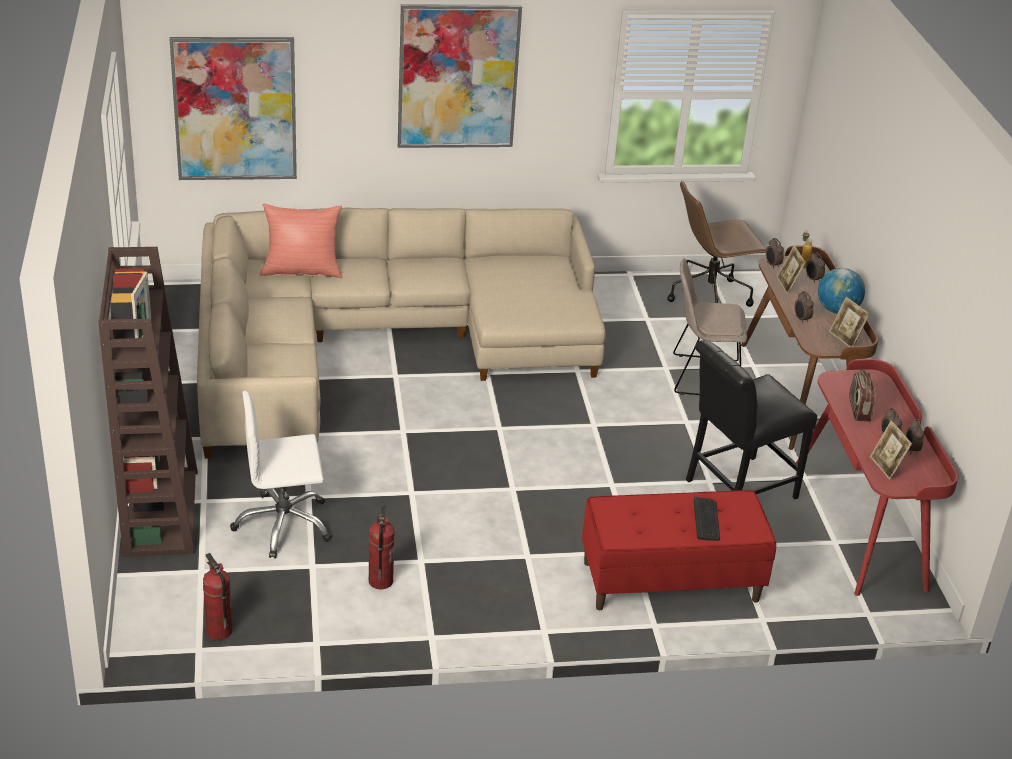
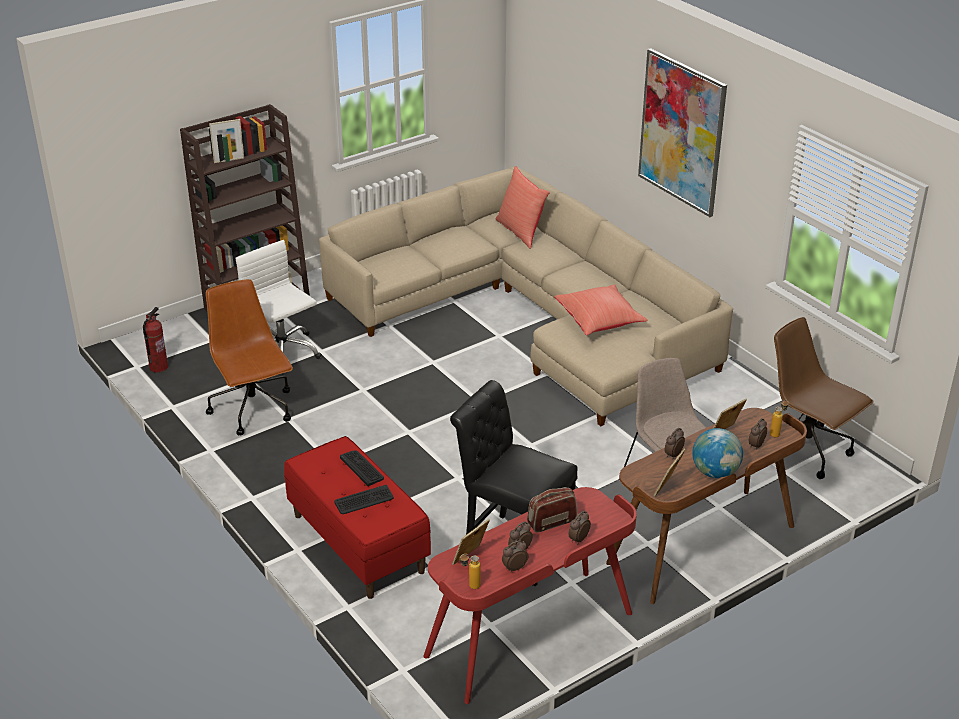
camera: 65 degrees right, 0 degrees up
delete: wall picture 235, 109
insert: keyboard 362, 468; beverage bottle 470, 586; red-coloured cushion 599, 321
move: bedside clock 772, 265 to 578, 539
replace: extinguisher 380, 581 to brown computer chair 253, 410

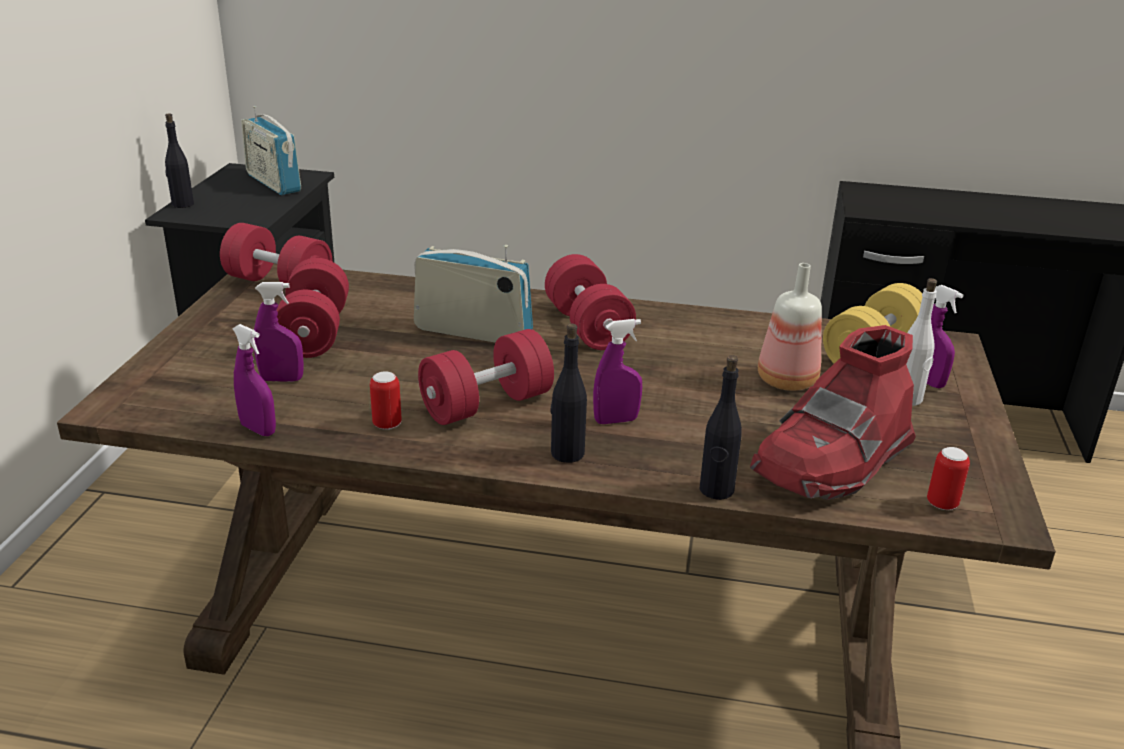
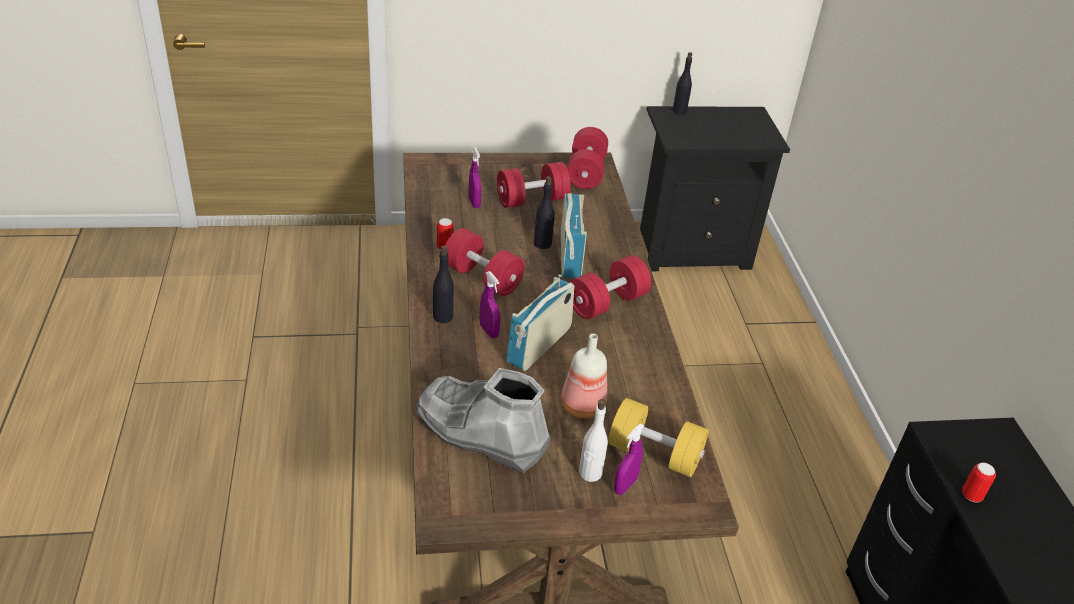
camera: 70 degrees right, 10 degrees up
delete: purple-coloured sprayer 258, 429
move: radio set 273, 183 to 539, 345; blackish beverage bottle 716, 490 to 542, 244; can 942, 504 to 971, 495
recolor: red-coloured high-top boot 833, 462 to gray high-top boot 481, 433

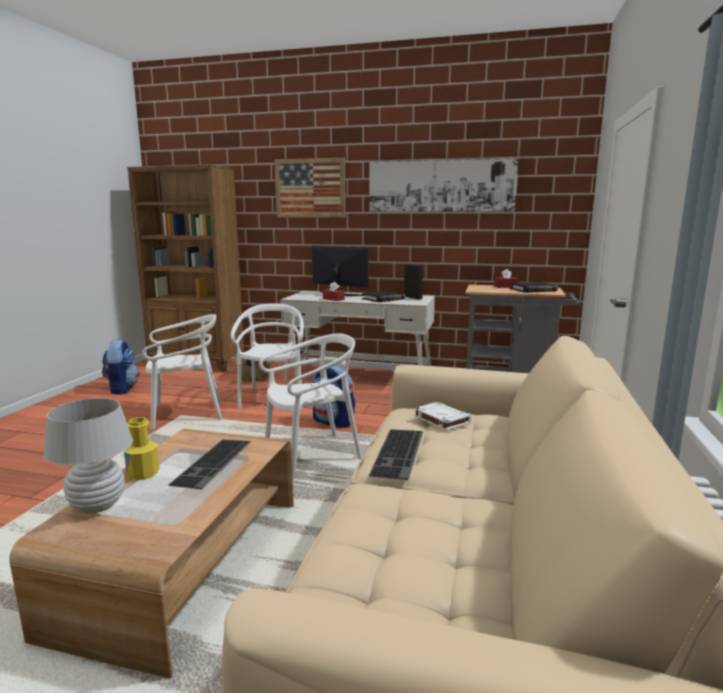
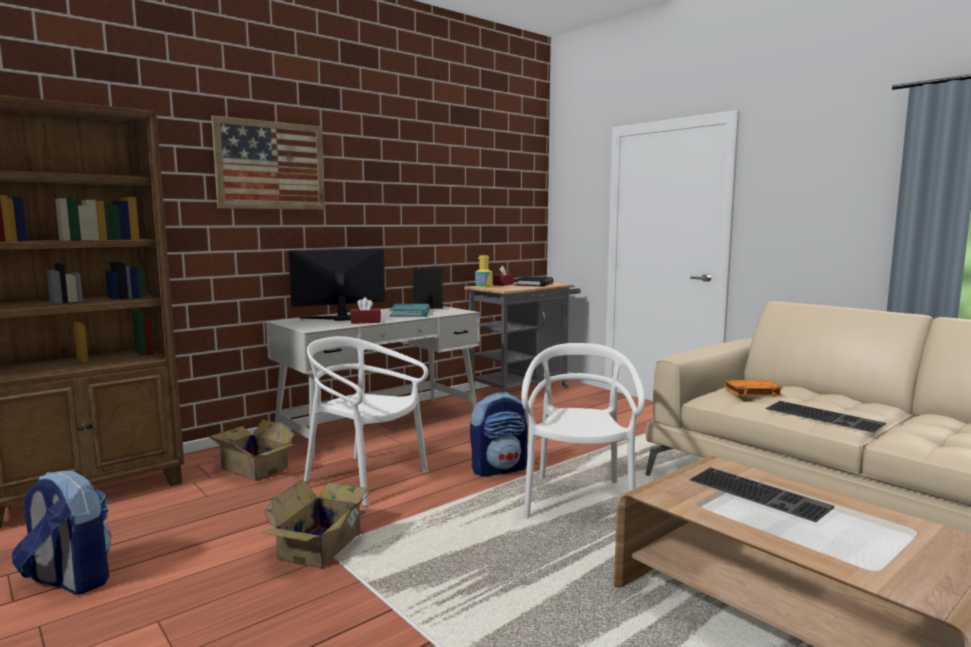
camera: 55 degrees left, 5 degrees down
delete: white-coloured tabletop lamp 97, 506; wall picture 440, 186
move: yellowish beverage bottle 143, 473 to 483, 286
replace: white-coloured upright chair 186, 414 to cardboard box 323, 544
recolor: blackish book 383, 299 to turquoise book 410, 313; white-coloured book 441, 419 to orange book 752, 392

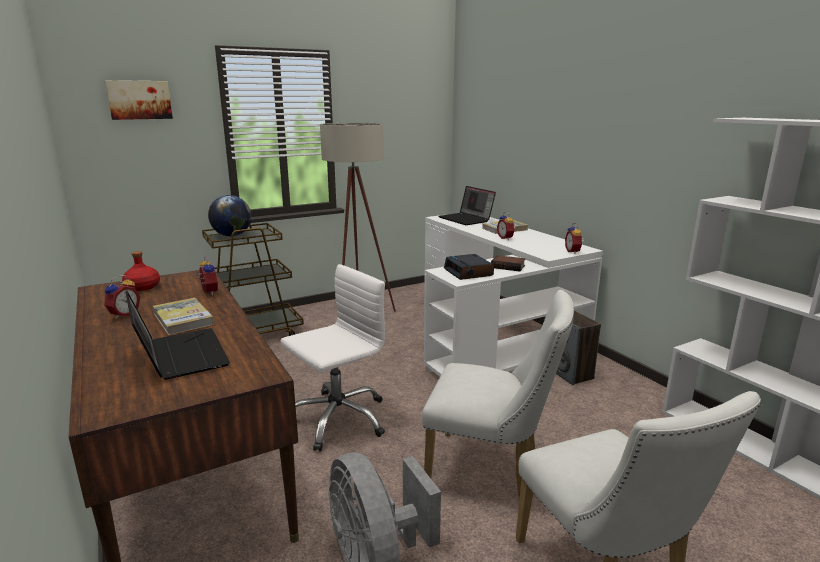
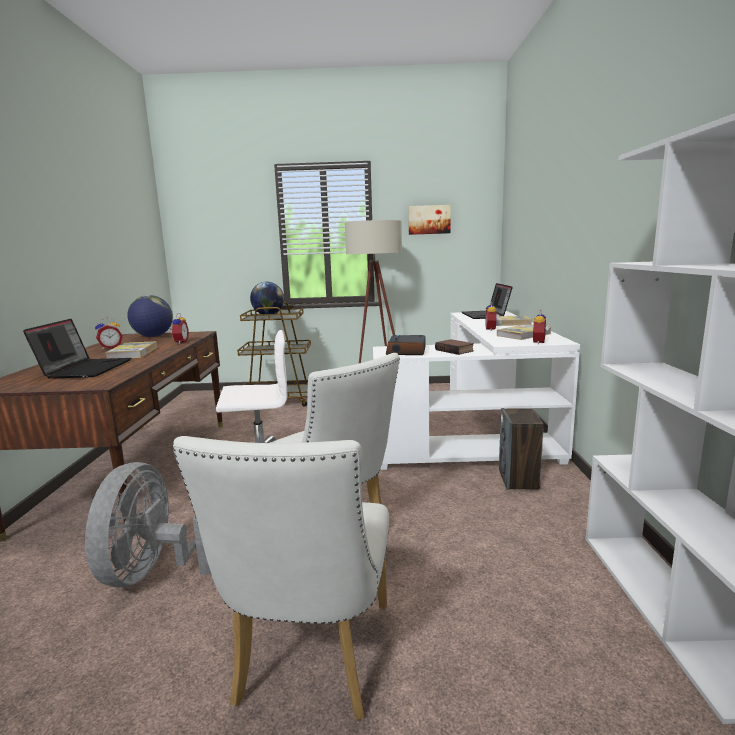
camera: 30 degrees right, 5 degrees down
insert: book 523, 334
move: wall picture 139, 100 to 429, 219
replace: red-coloured beverage bottle 142, 287 to world globe 153, 336

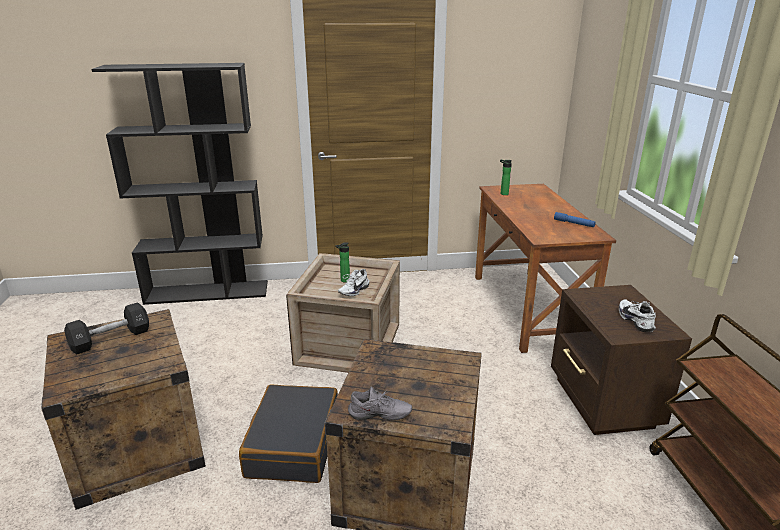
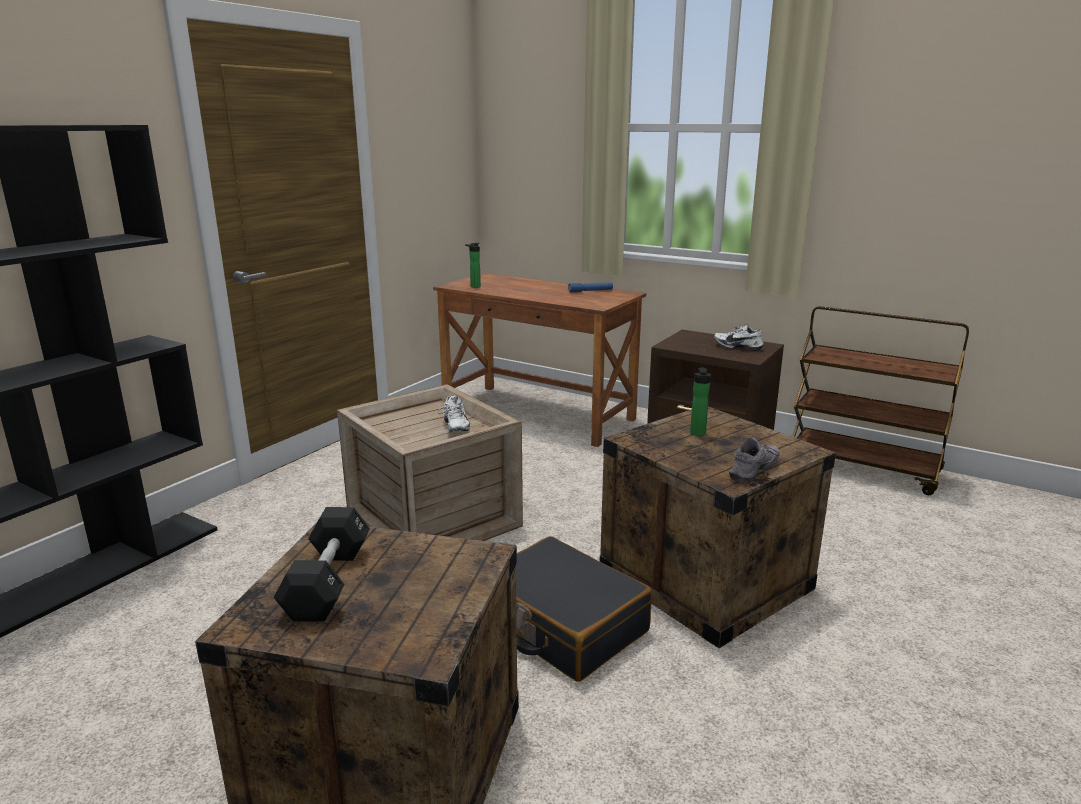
camera: 50 degrees left, 5 degrees down
move: beverage bottle 343, 280 to 698, 434

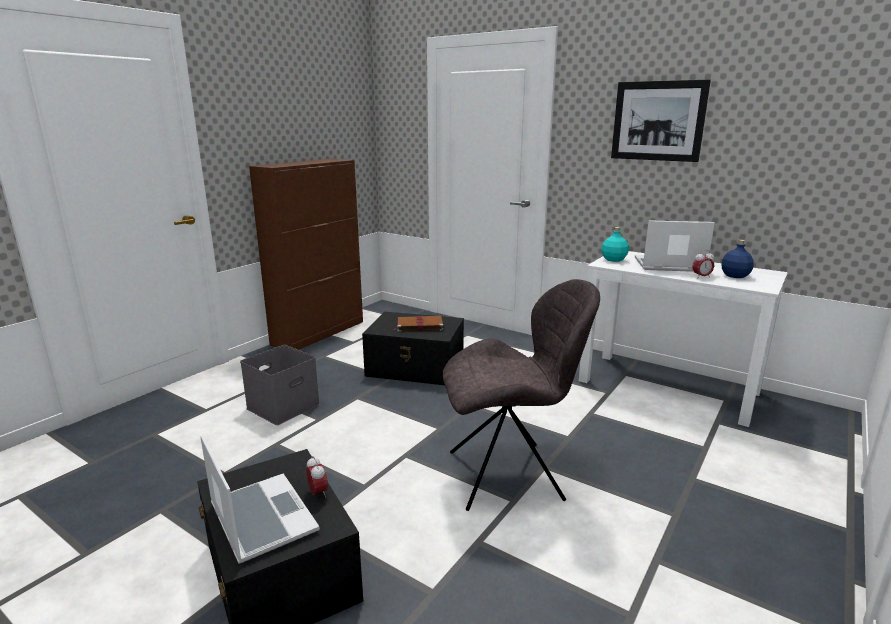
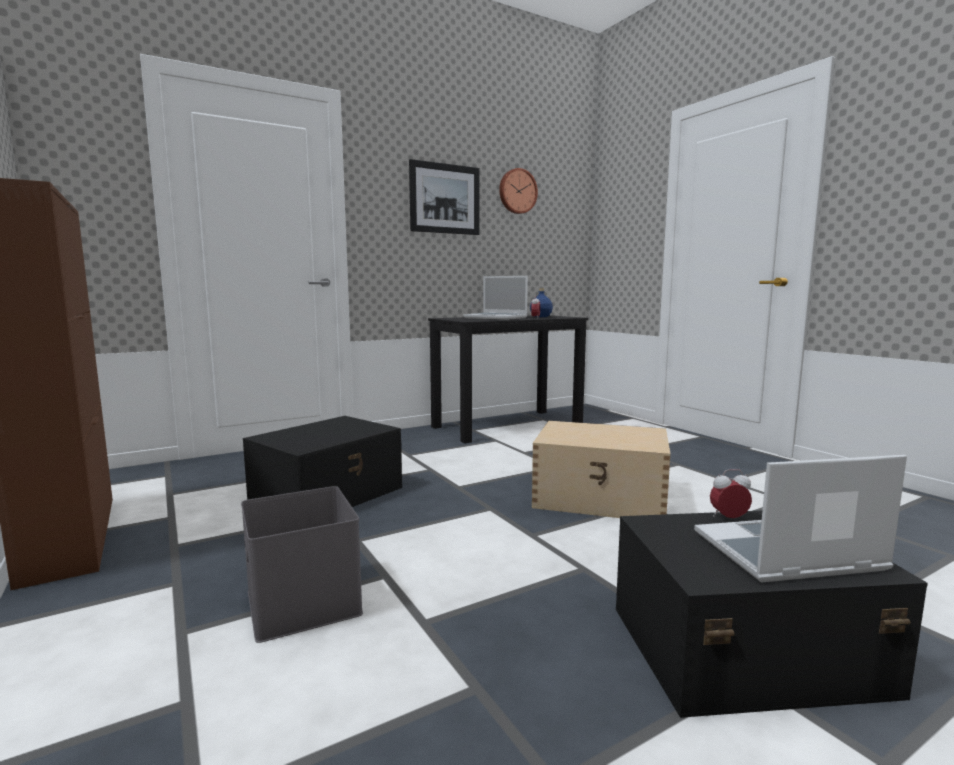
camera: 65 degrees left, 10 degrees down
delete: brown book 419, 325; turquoise beverage bottle 613, 259
insert: clock on the wall 517, 191
replace: gray upright chair 509, 475 to beige-coloured storage container 601, 498
recolor: white-coloured desk table 668, 386 to blackish desk table 508, 425
rotate: notebook computer 668, 265 = 496, 318 90 degrees counterclockwise

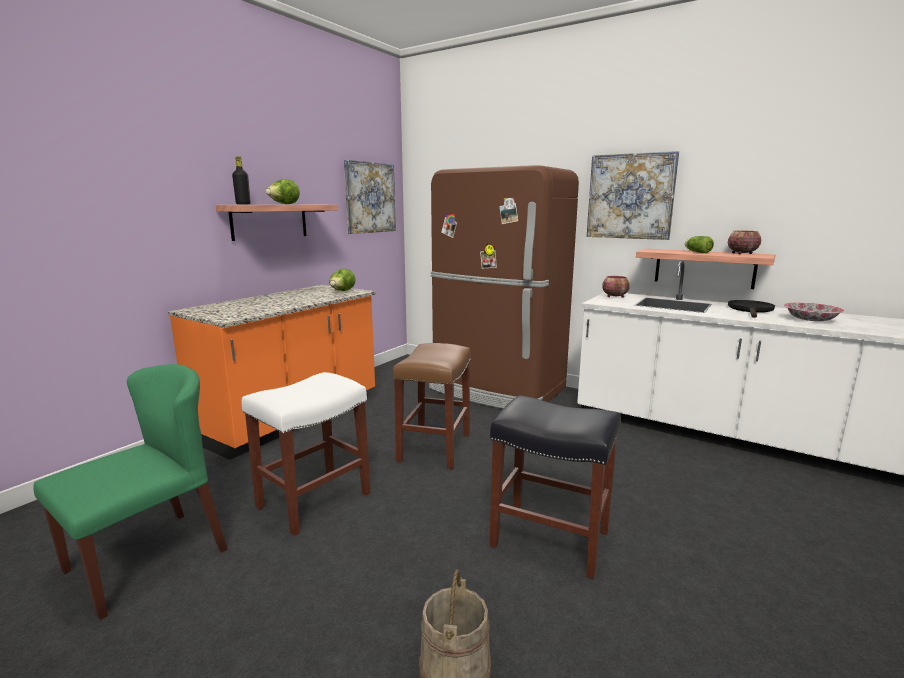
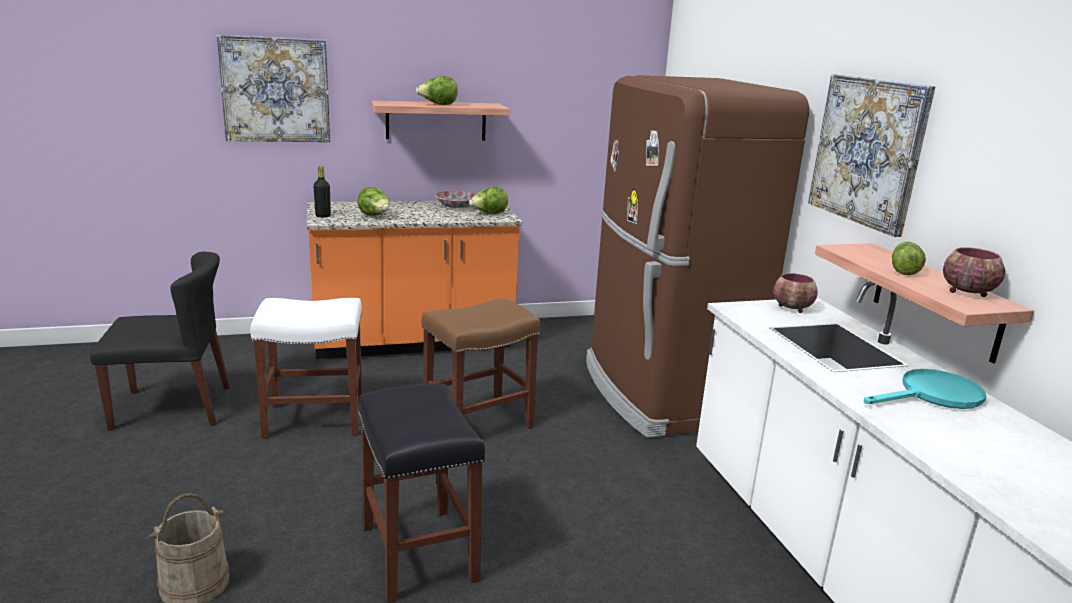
camera: 40 degrees right, 5 degrees up
insert: head of lettuce 375, 216
move: blackish beverage bottle 243, 204 to 323, 216; wall picture 370, 197 to 275, 90; serving bowl 811, 320 to 457, 207
recolor: greenish upright chair 148, 559 to blackish upright chair 173, 407; blackish pan 751, 310 to turquoise pan 933, 396

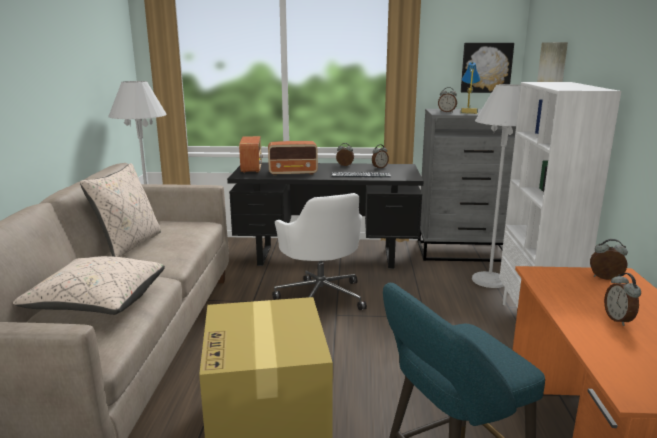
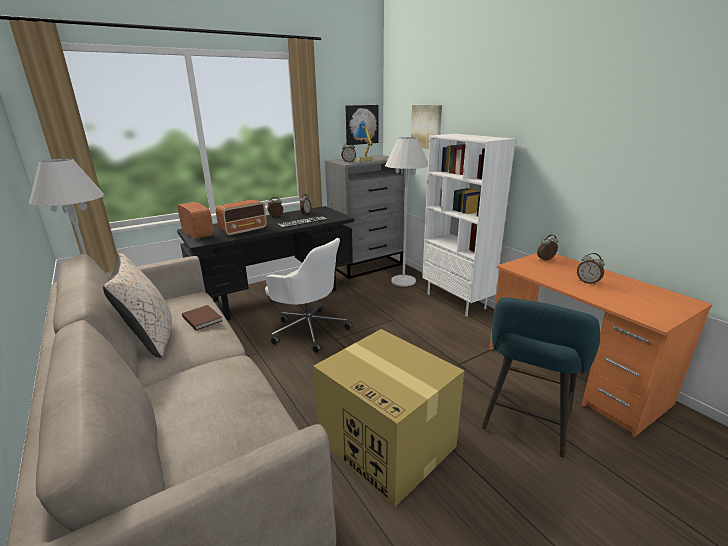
camera: 35 degrees left, 5 degrees up
delete: beige-coloured cushion 97, 302
insert: brown book 202, 318

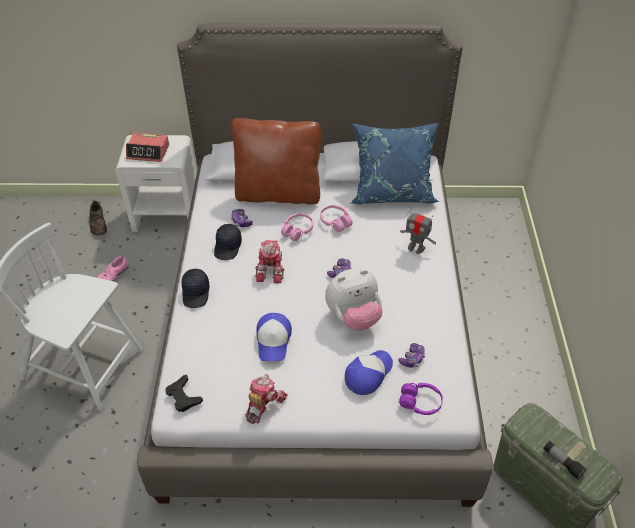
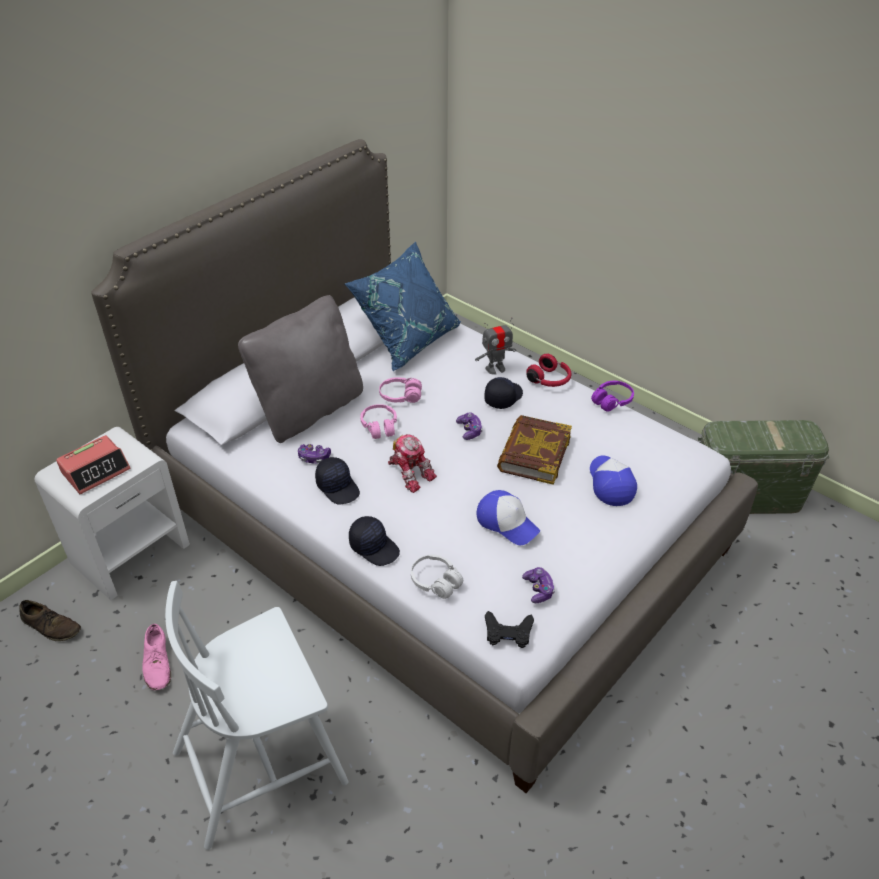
camera: 50 degrees left, 5 degrees down
delete: toy robot 263, 404; hand torch 562, 462
insert: white-coloured headset 435, 581; blackish peaked cap 503, 397; red-coloured headset 550, 380
move: game controller 412, 359 to 538, 589; purple-coloured headset 420, 402 to 612, 401
replace: soft toy 353, 316 to book 534, 454
recolor: brown cushion 278, 193 to gray cushion 309, 410

